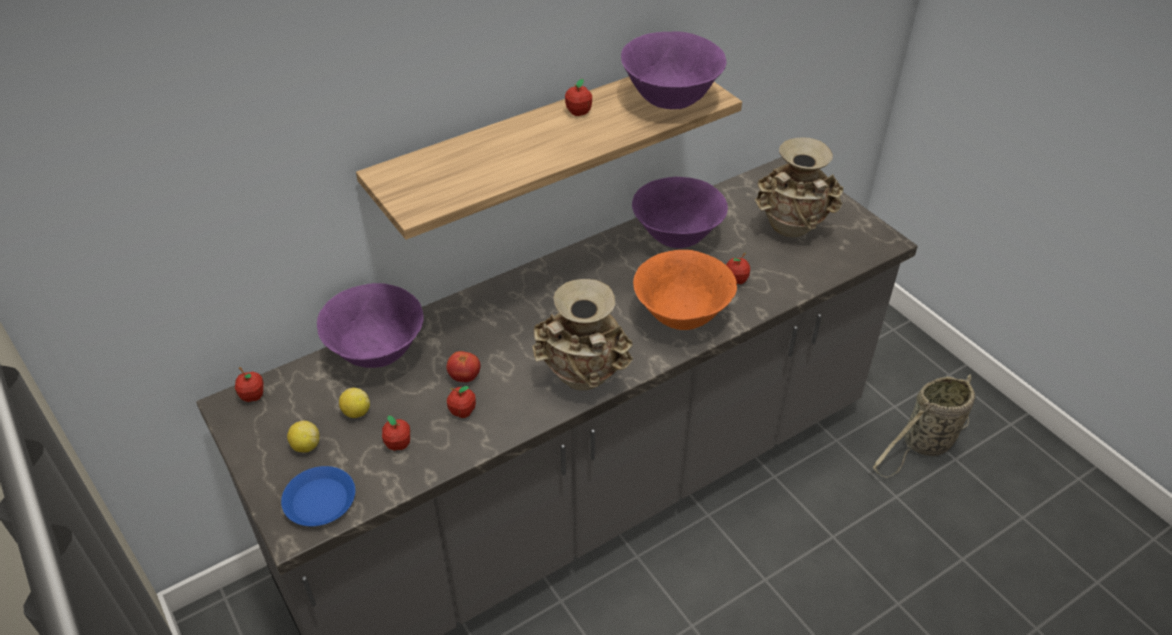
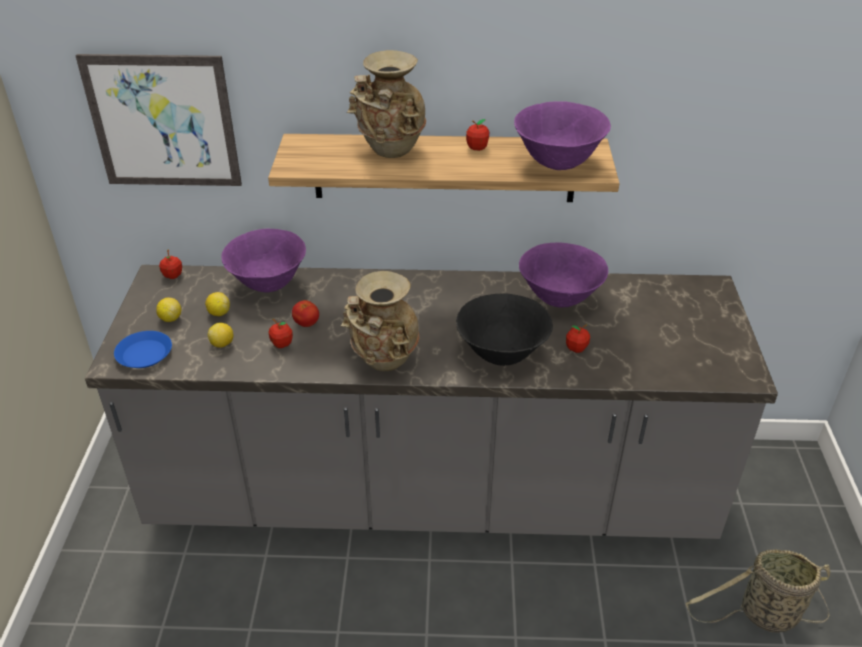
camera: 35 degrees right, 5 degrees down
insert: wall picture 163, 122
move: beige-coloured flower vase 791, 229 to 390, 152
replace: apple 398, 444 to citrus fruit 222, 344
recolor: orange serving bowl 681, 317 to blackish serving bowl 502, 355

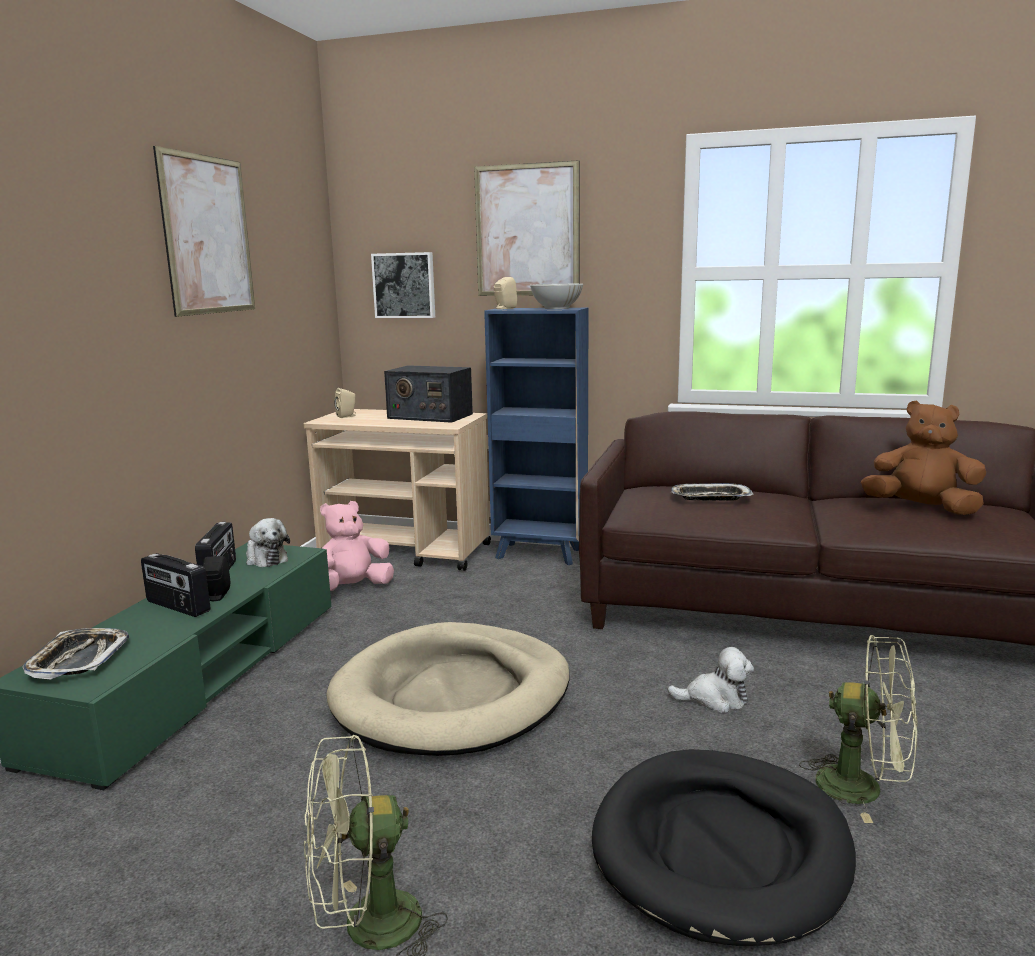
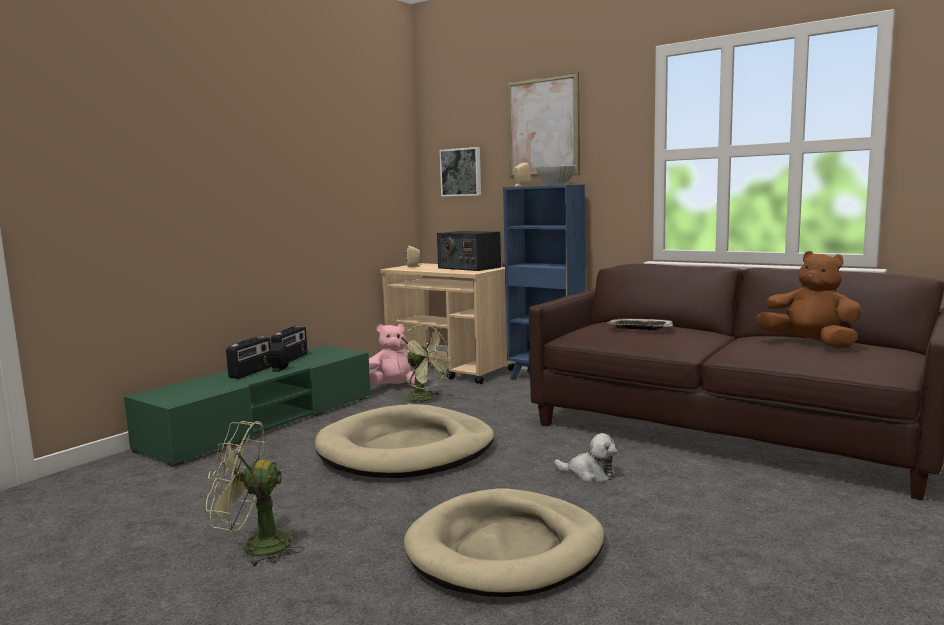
camera: 20 degrees right, 5 degrees down
delete: carrying tray 78, 659; wall picture 208, 235; soft toy 265, 559
move: greenish electric fan 863, 788 to 425, 399
recolor: blackish dog cushion 721, 849 to beige-coloured dog cushion 506, 549
rotate: radio set 177, 607 = 251, 372 120 degrees counterclockwise

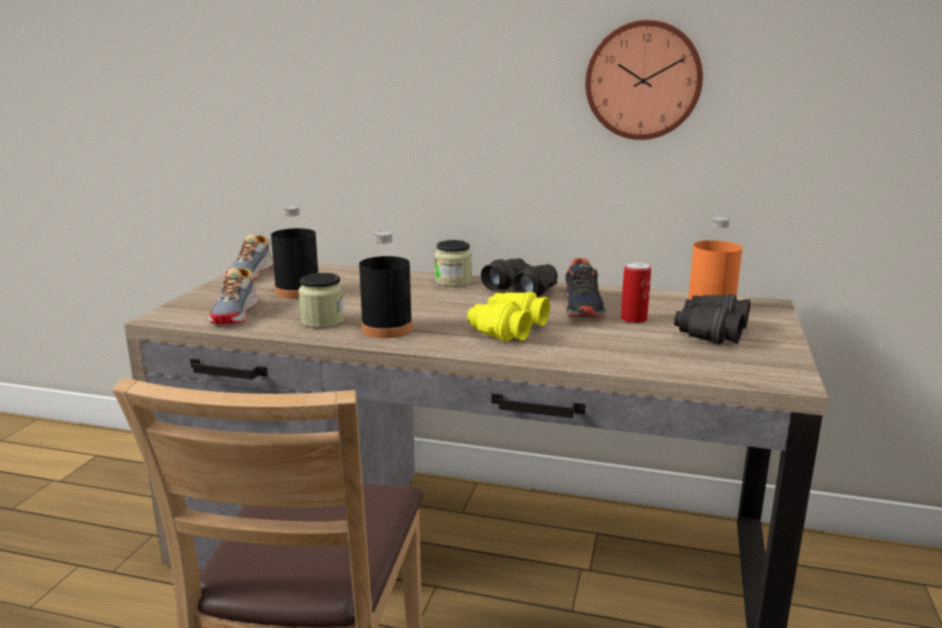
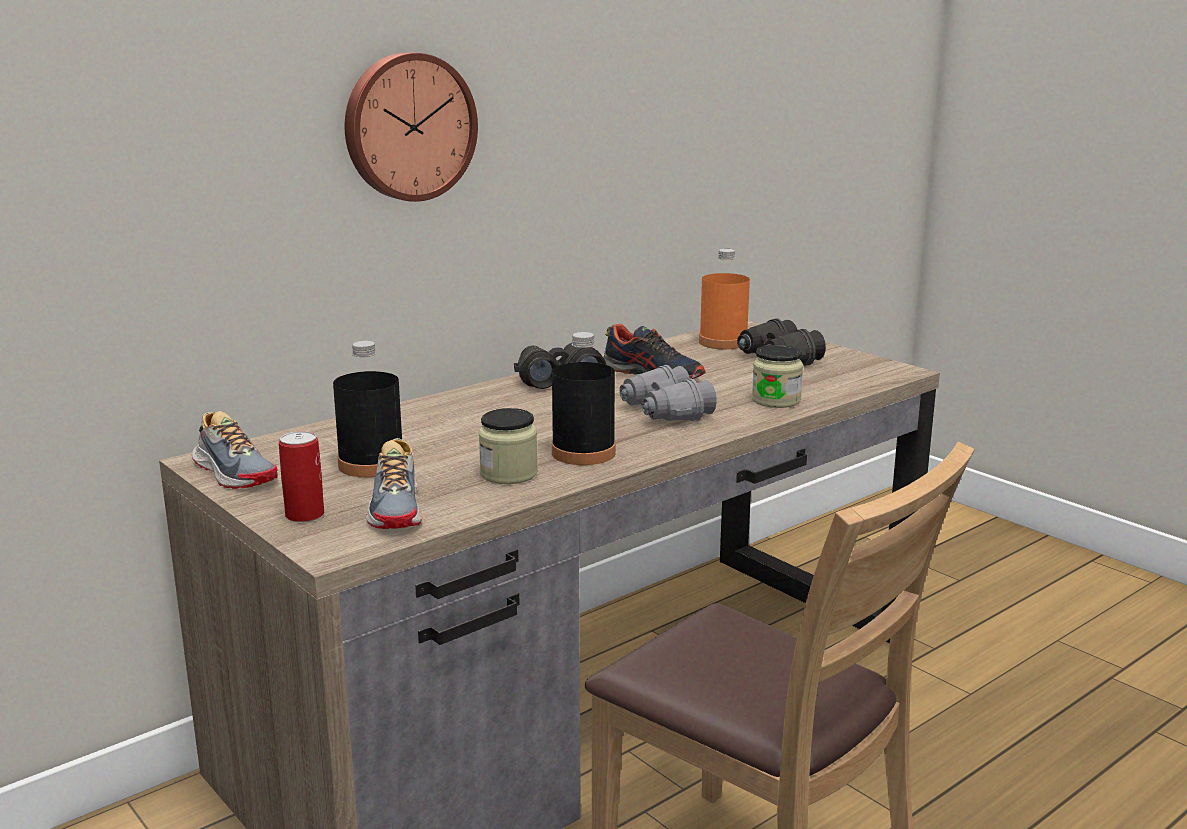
camera: 55 degrees left, 0 degrees up
move: preserve jar 453, 282 to 776, 400; clock on the wall 643, 80 to 408, 127; can 633, 319 to 305, 515
recolor: yellowish field glasses 507, 329 to gray field glasses 664, 412
rotate: low shoe 236, 313 = 397, 508 45 degrees clockwise

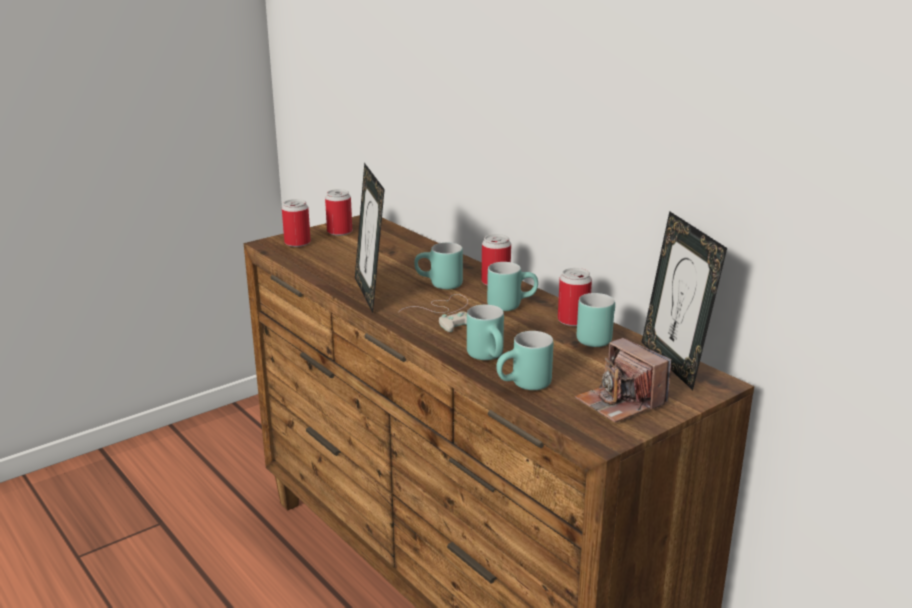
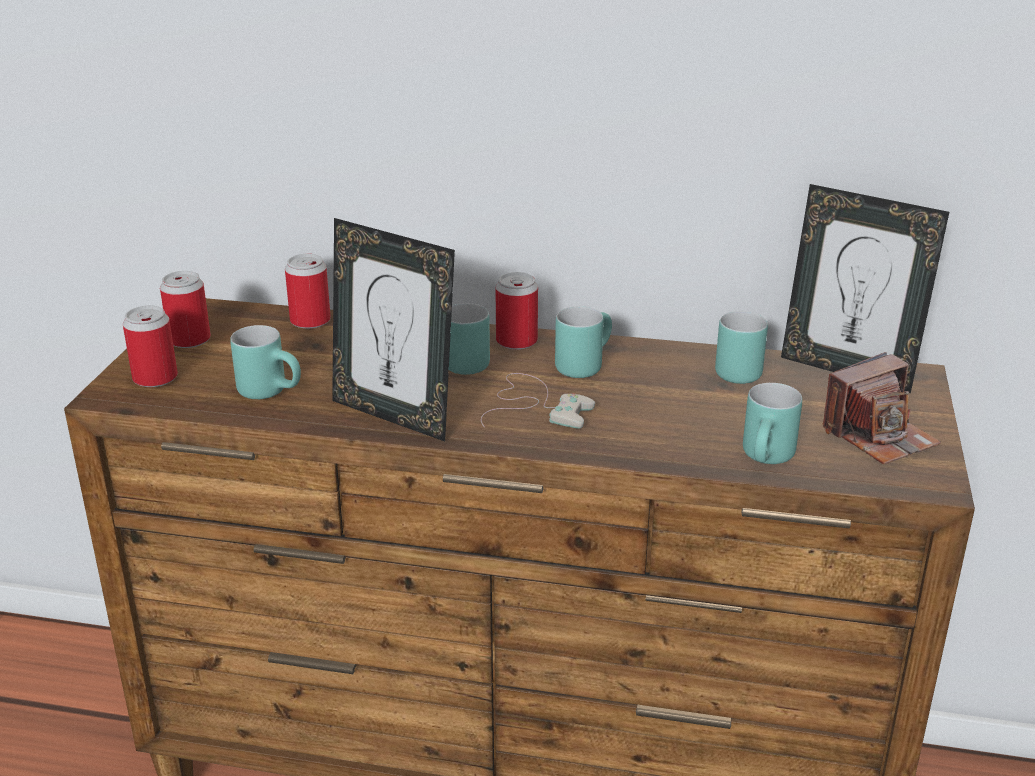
camera: 40 degrees left, 5 degrees up
move: turquoise coffee mug 490, 357 to 273, 391; can 573, 320 to 310, 321
rotate: still camera 620, 402 = 879, 436 45 degrees counterclockwise

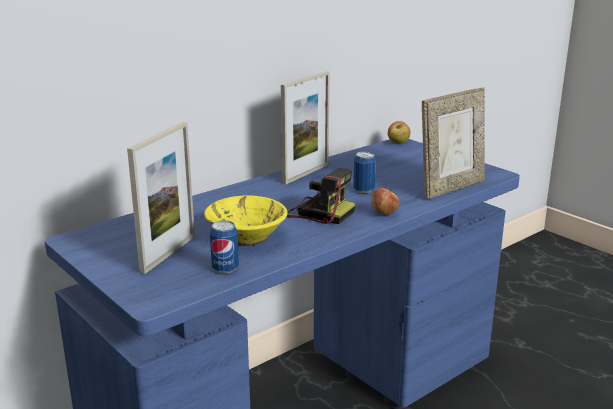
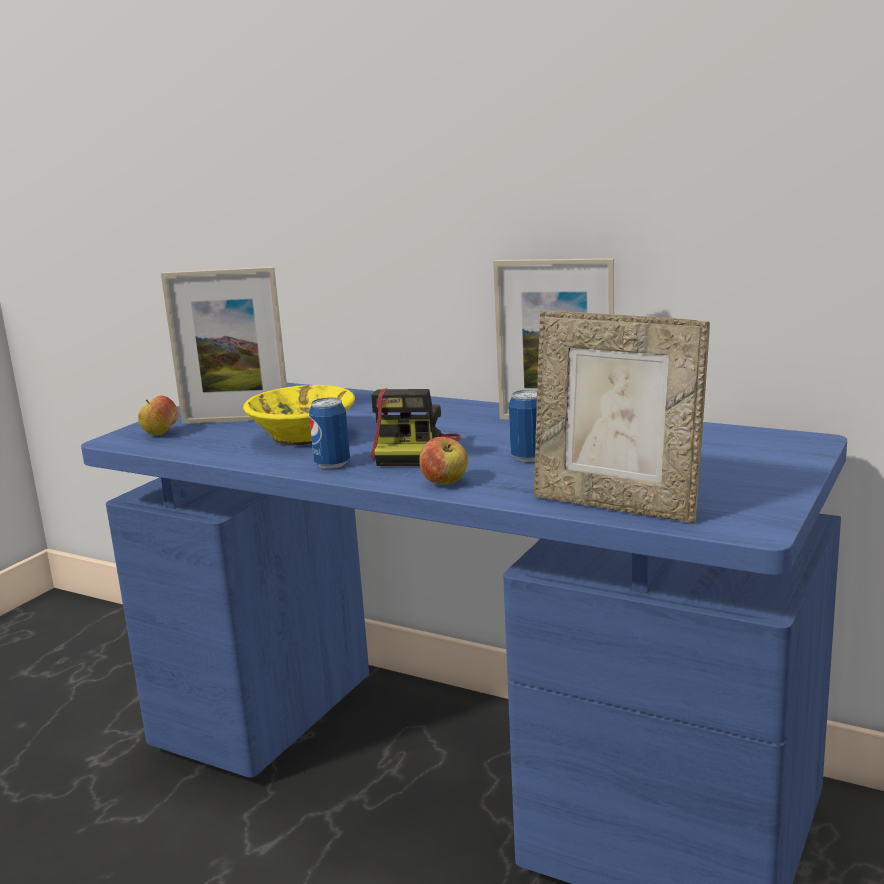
camera: 70 degrees right, 5 degrees down
move: can 225, 269 to 332, 464; apple 398, 143 to 160, 434

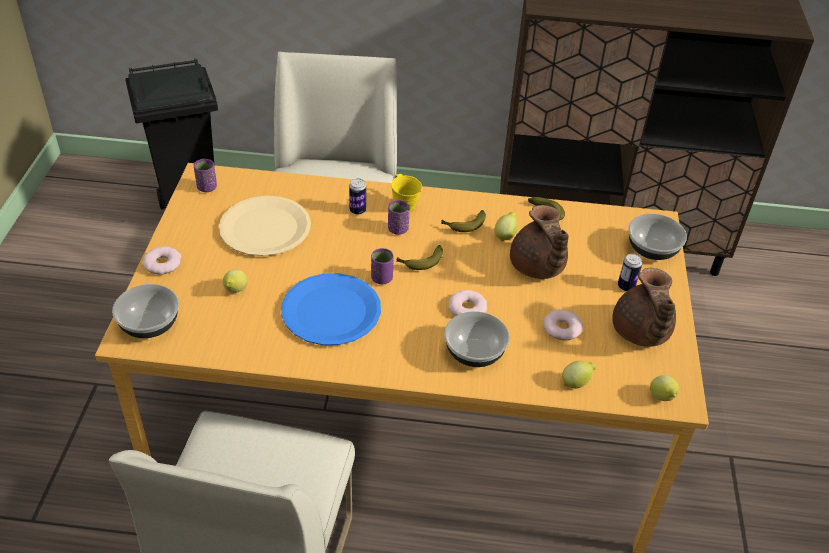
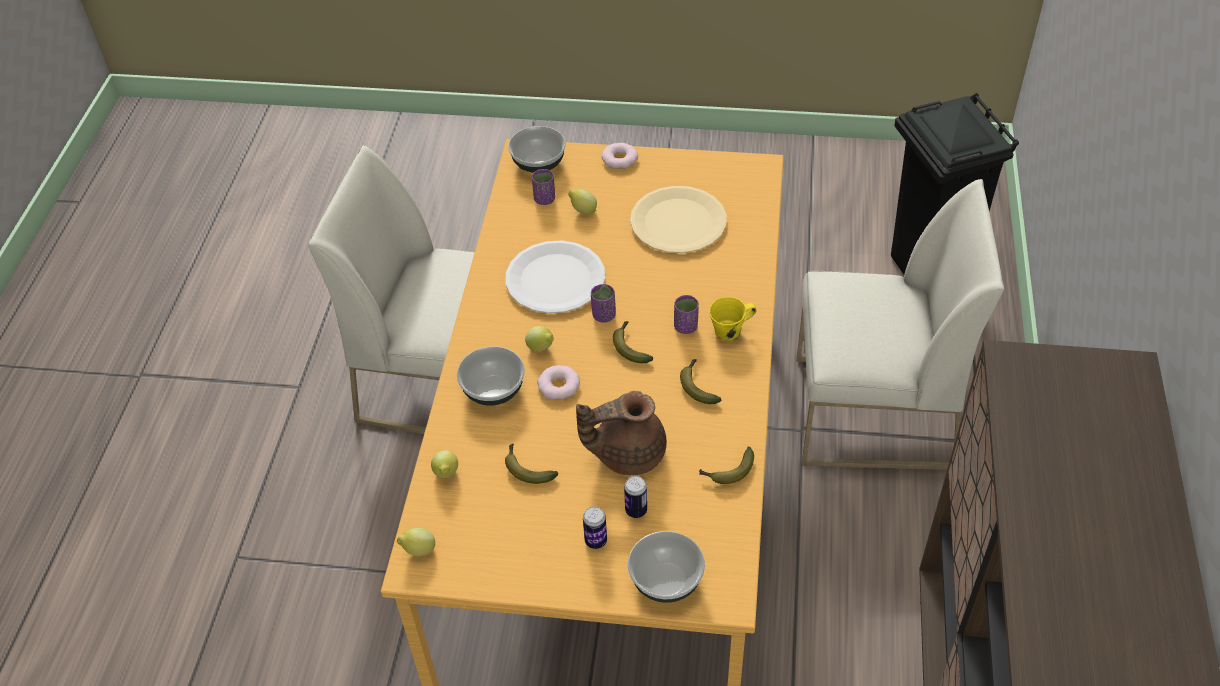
camera: 95 degrees right, 5 degrees up
delete: brown tea pot 640, 333
move: purple-coloured cup 207, 187 to 544, 199; can 357, 210 to 636, 510; citrus fruit 505, 235 to 541, 348
replace: donut 562, 328 to whole banana 526, 469
recolor: blue-coloured dinner plate 331, 311 to white-coloured dinner plate 555, 279

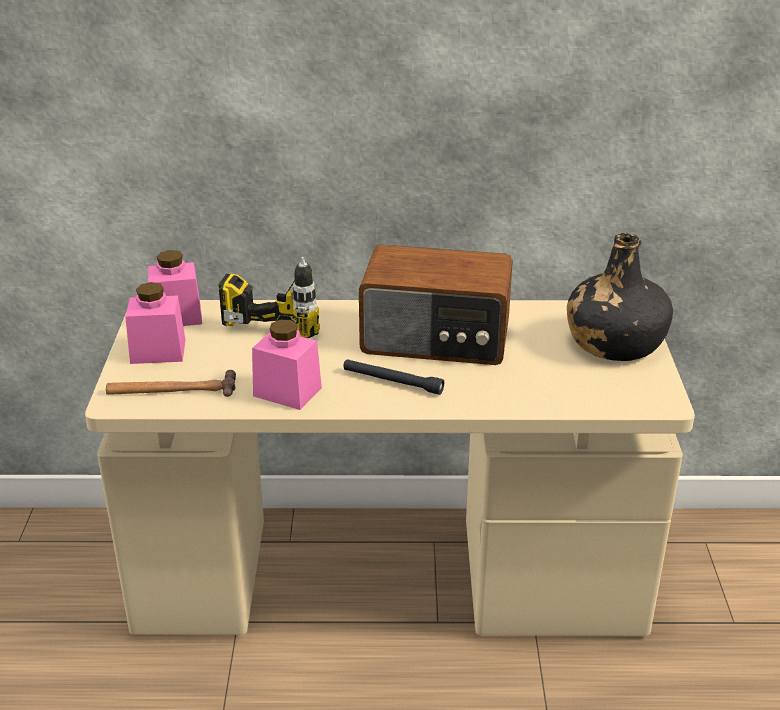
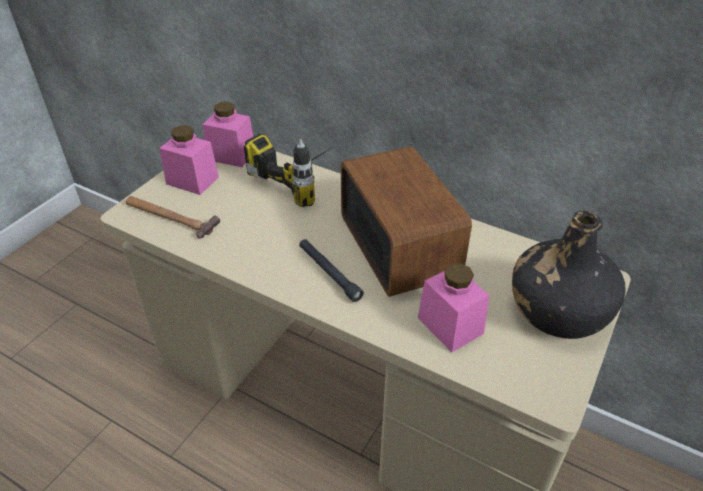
camera: 30 degrees right, 10 degrees up
move: pinkish preserve jar 287, 392 to 450, 325
rotate: radio set 436, 339 = 400, 244 150 degrees counterclockwise

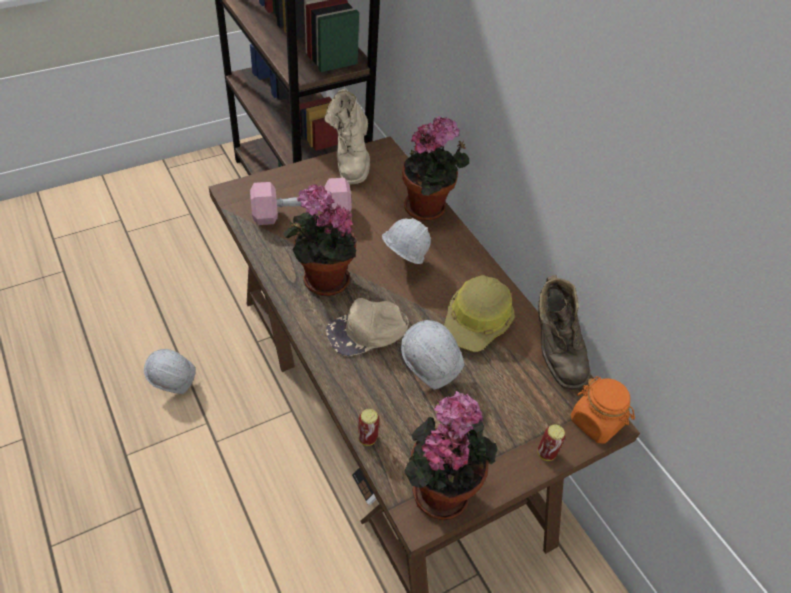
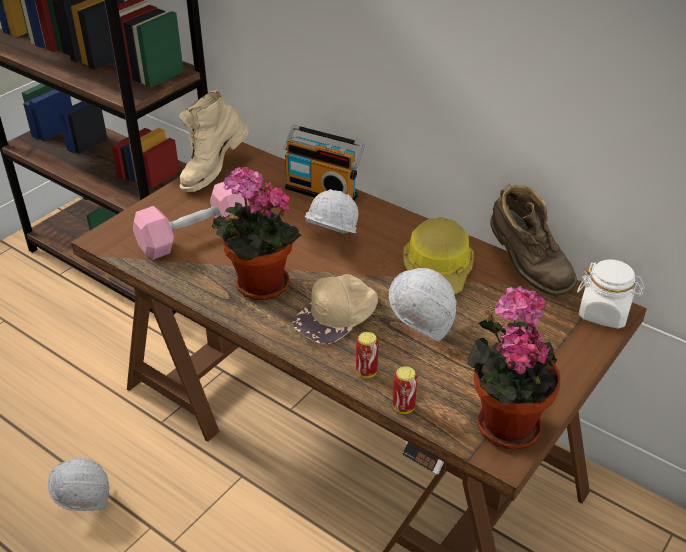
camera: 20 degrees left, 10 degrees down
move: can 546, 453 to 366, 372
replace: potted plant 428, 209 to radio set 323, 191
recolor: orange preserve jar 596, 422 to white-coloured preserve jar 604, 313
rotate: beige-coloured high-top boot 350, 161 = 213, 173 60 degrees clockwise

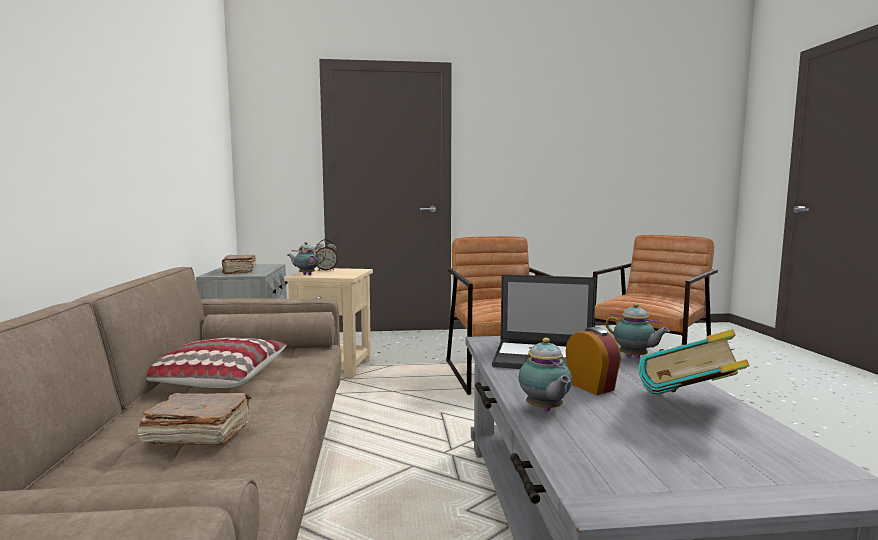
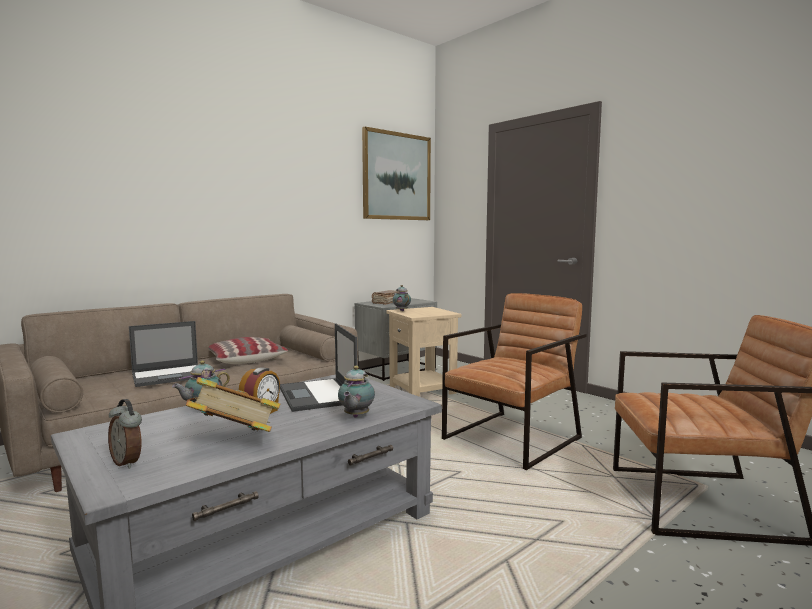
camera: 55 degrees right, 0 degrees up
insert: wall picture 396, 176
move: bedside clock 326, 270 to 128, 462
replace: brown book 197, 435 to notebook computer 169, 376

